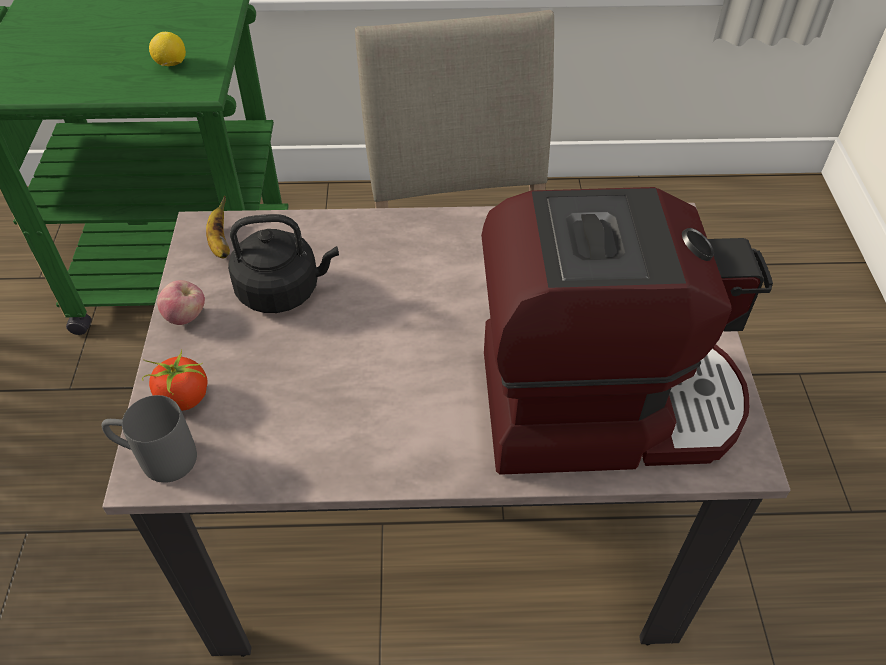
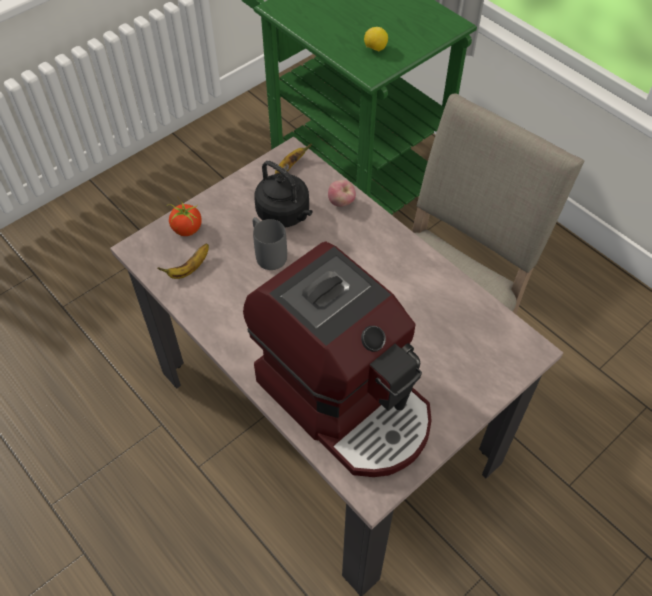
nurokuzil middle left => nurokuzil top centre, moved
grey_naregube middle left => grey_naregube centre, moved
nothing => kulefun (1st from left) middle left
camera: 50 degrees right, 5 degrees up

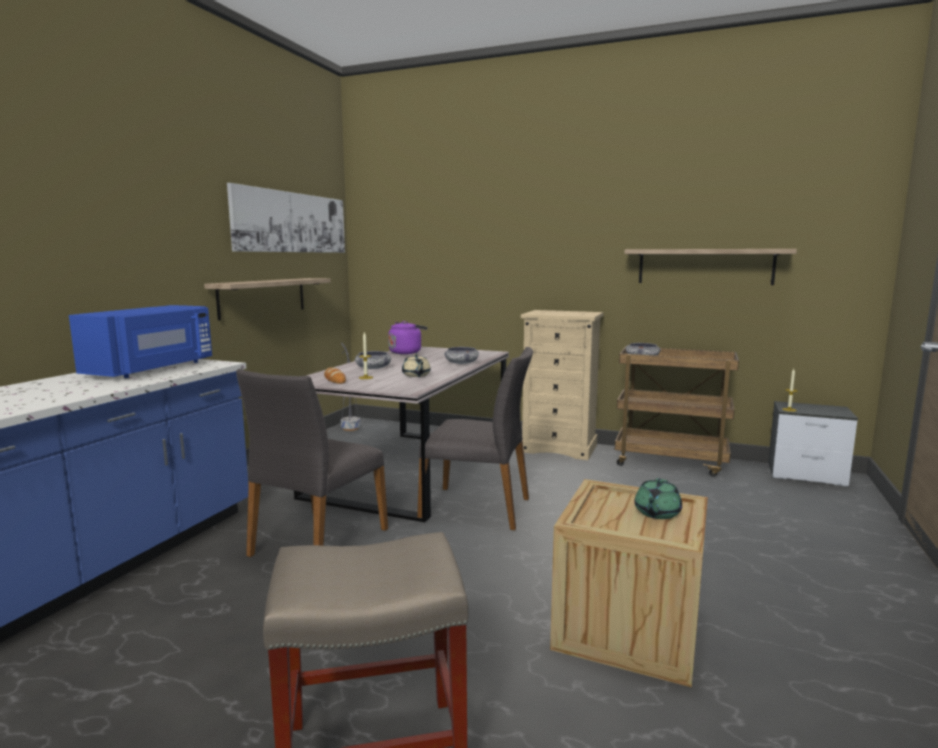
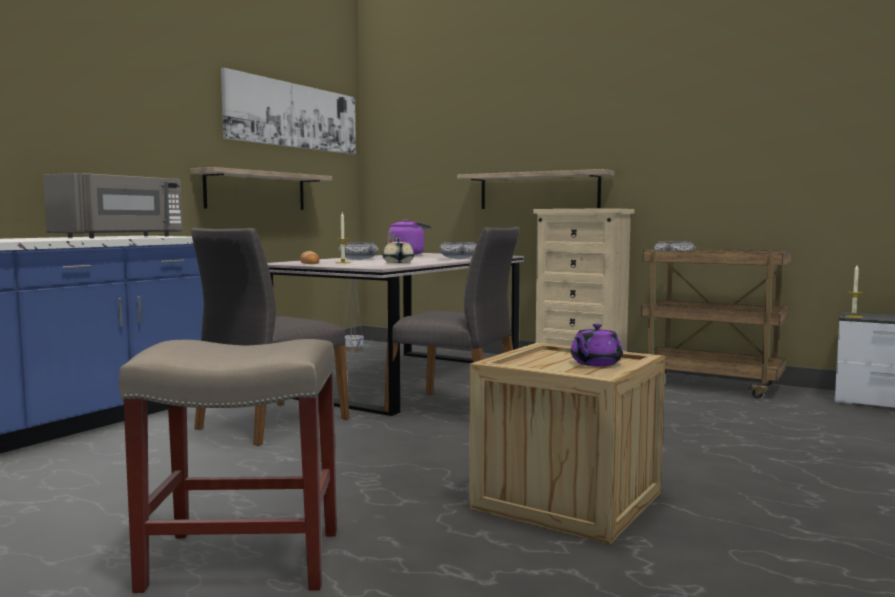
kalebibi (2nd from left) middle right => kalebibi (2nd from left) top centre, moved
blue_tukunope middle left => grey_tukunope middle left
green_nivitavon middle right => purple_nivitavon middle right
camera: 10 degrees right, 5 degrees down

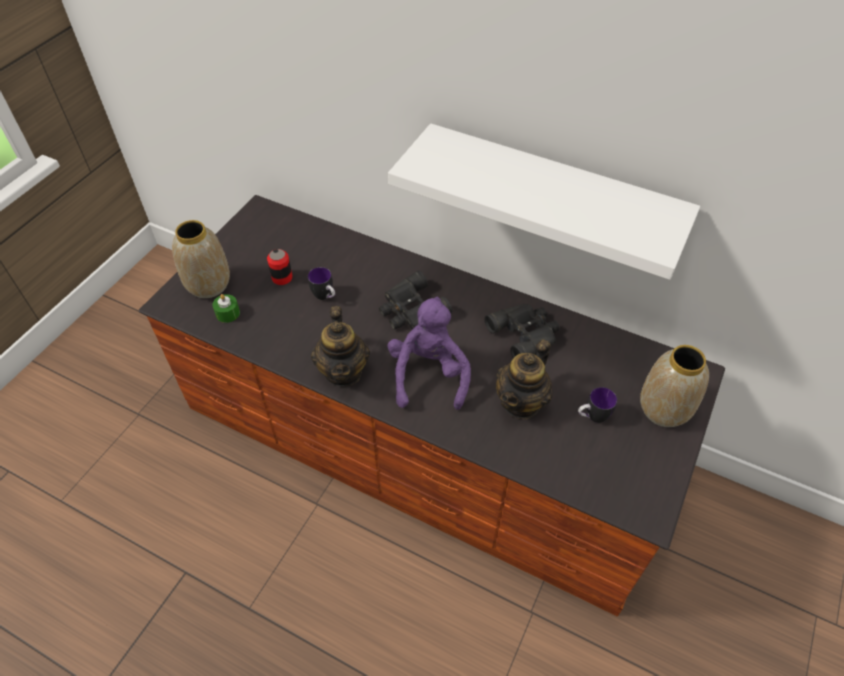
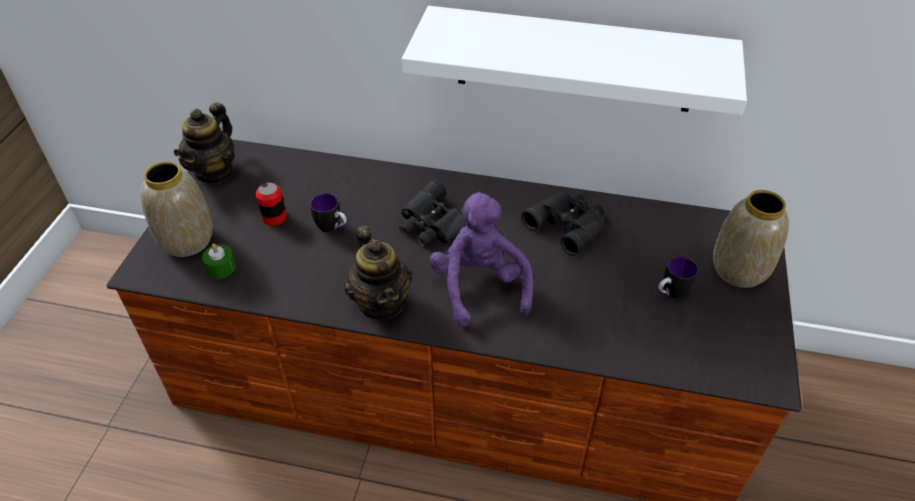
nivitavon (2nd from left in the first image) centre => nivitavon (1st from left) top left, moved
camera: 15 degrees left, 5 degrees down

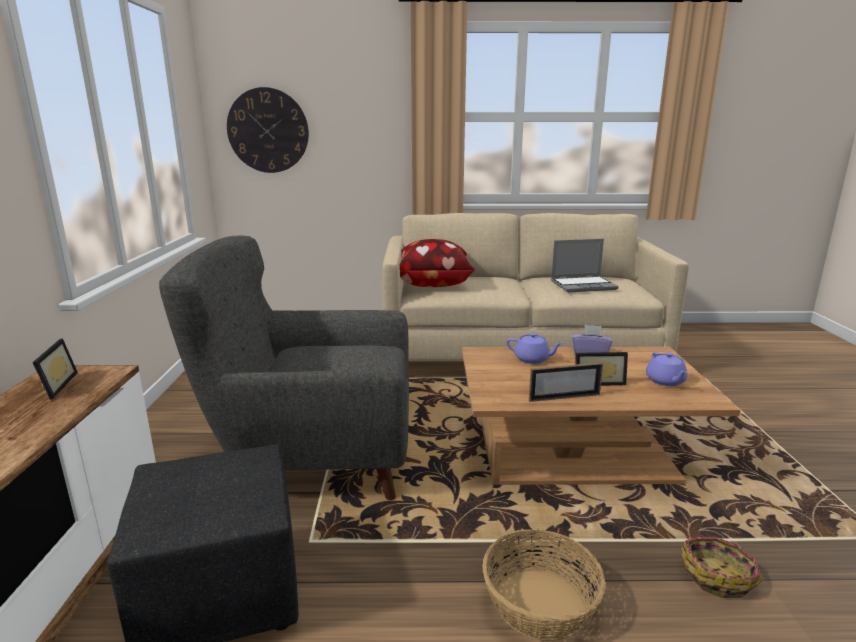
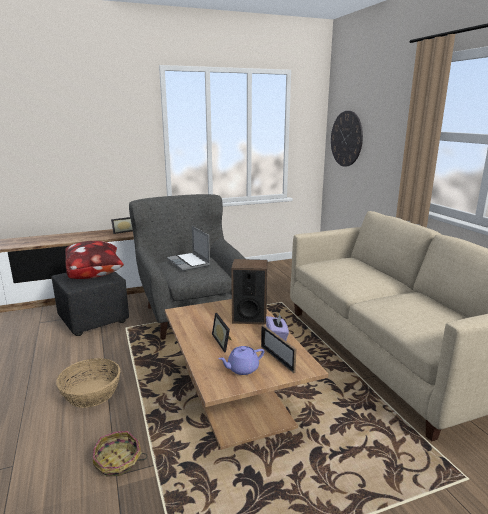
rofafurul centre => rofafurul middle left, moved
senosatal middle right => senosatal centre, moved
purple_nivitavon (1st from left) centre => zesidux centre
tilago (2nd from left in the first image) centre => tilago (3rd from left) bottom centre, moved
camera: 70 degrees right, 0 degrees up

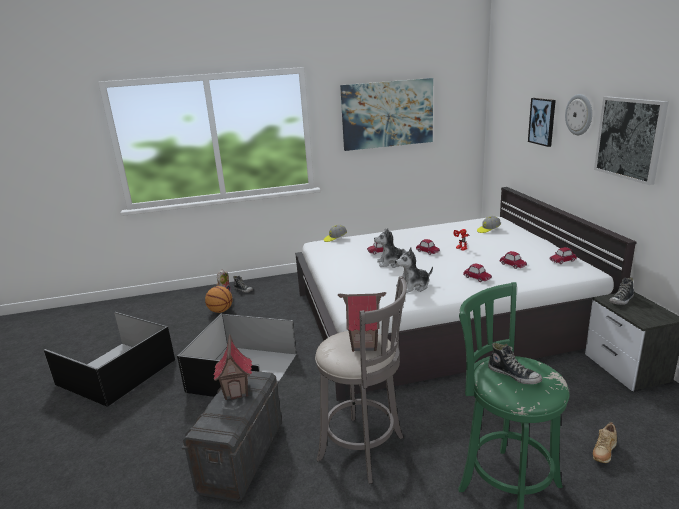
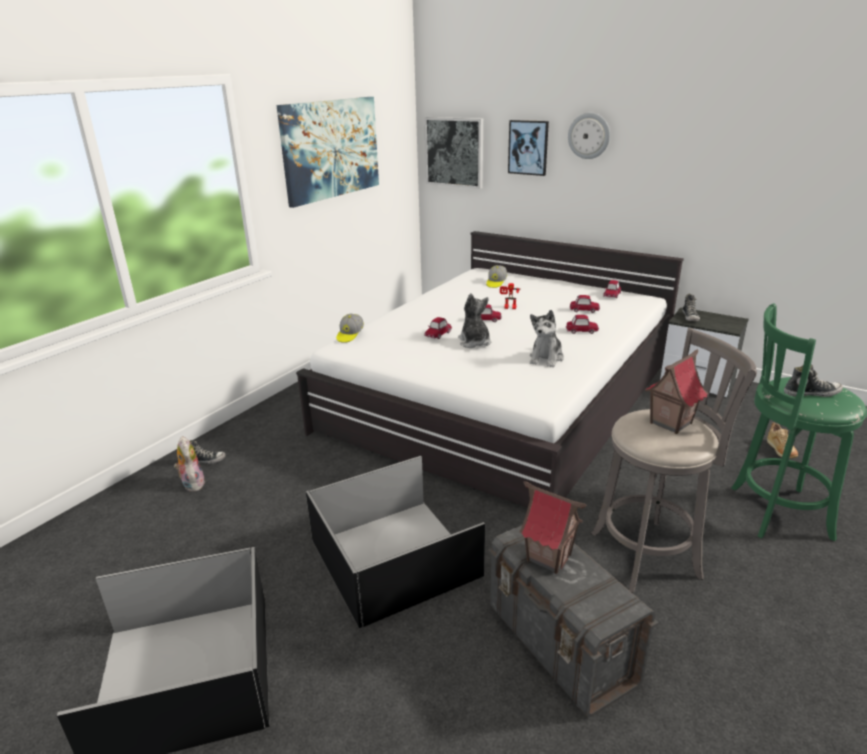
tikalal (3rd from left in the first image) top right => tikalal (2nd from left) top centre, moved
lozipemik (2nd from left) centre, 120 degrees clockwise
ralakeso middle left => nothing
camera: 45 degrees left, 5 degrees up

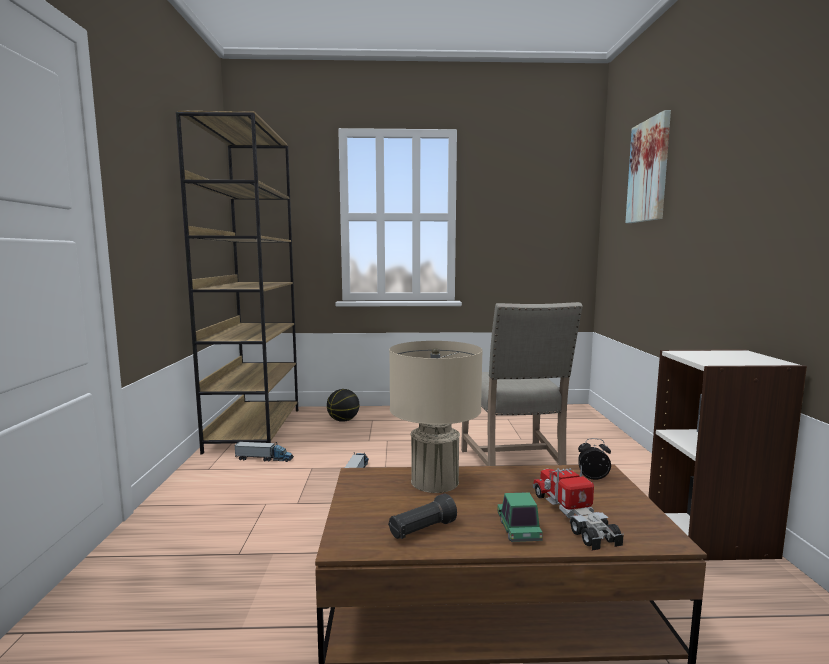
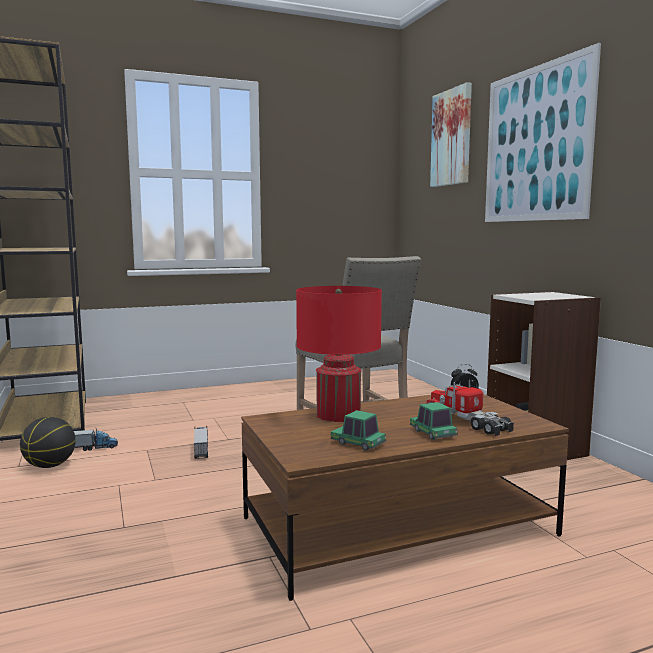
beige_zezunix centre => red_zezunix centre
ralakeso centre => ralakeso bottom left, moved
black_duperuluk bottom centre => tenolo (1st from left) centre
nothing => tikalal (2nd from left) top right
camera: 20 degrees left, 0 degrees up

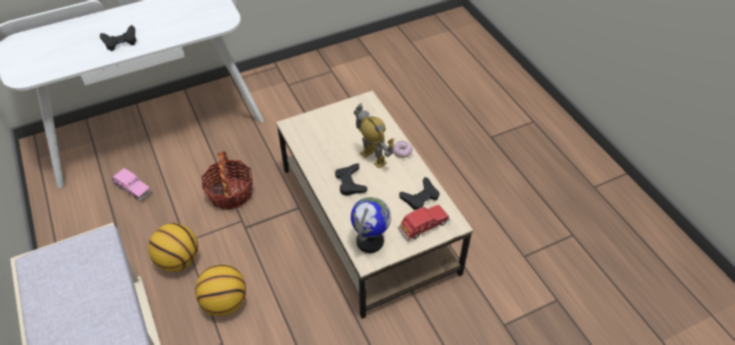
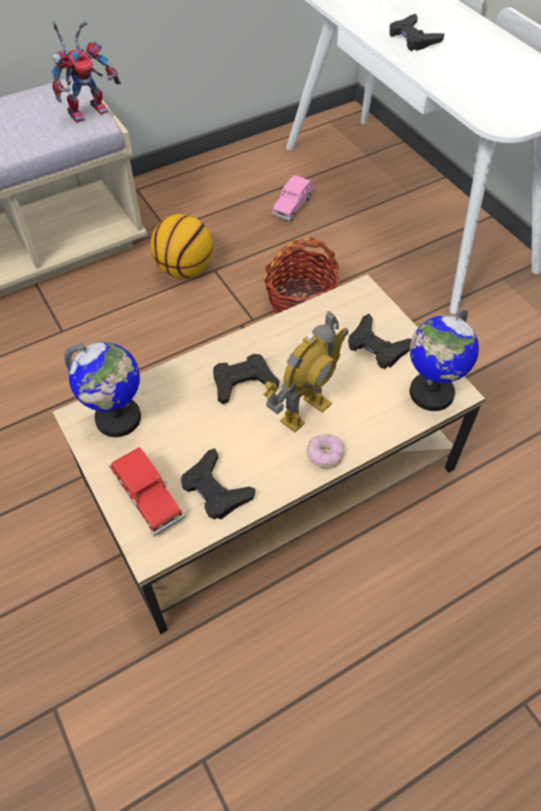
ralakeso (2nd from left) bottom left => nothing
nothing => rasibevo (1st from left) top left
nothing => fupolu (2nd from left) middle right
nothing => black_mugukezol (3rd from left) middle right
camera: 85 degrees right, 5 degrees up

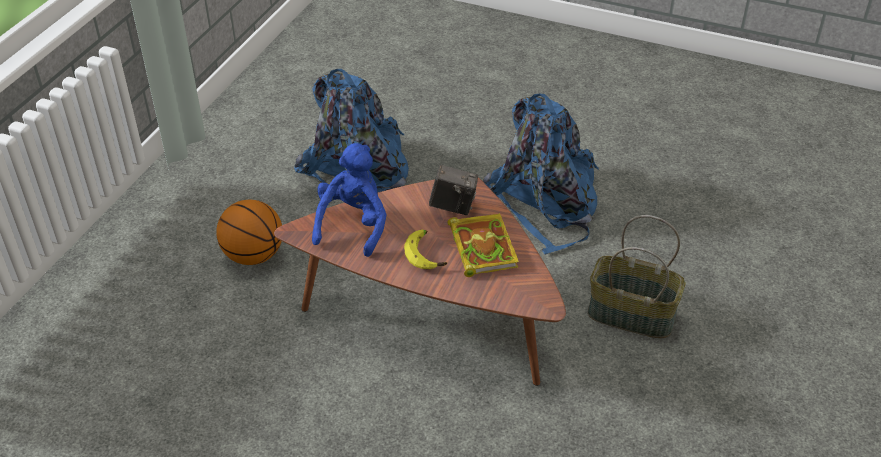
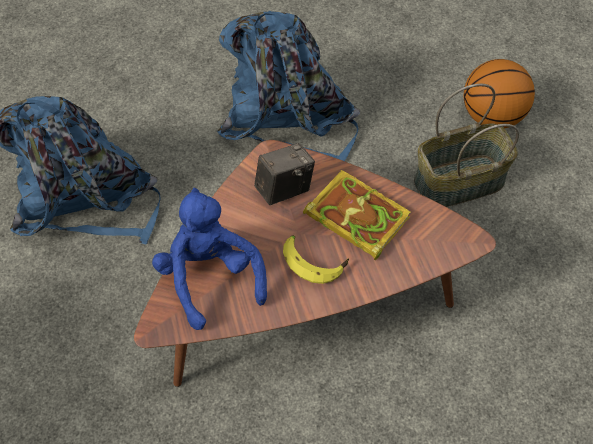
ralakeso middle left => ralakeso top right, moved
camera: 40 degrees left, 15 degrees up

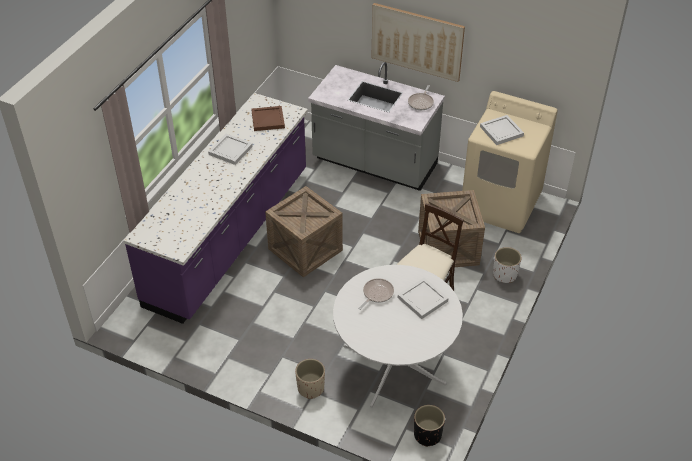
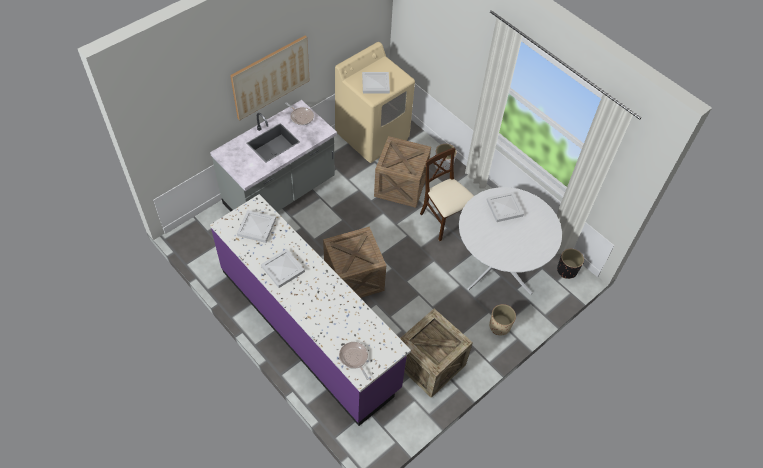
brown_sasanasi top centre => white_sasanasi (1st from left) centre
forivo (1st from left in the first image) centre => forivo (2nd from left) bottom centre, moved
nothing => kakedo (3rd from left) bottom centre
camera: 70 degrees left, 10 degrees up

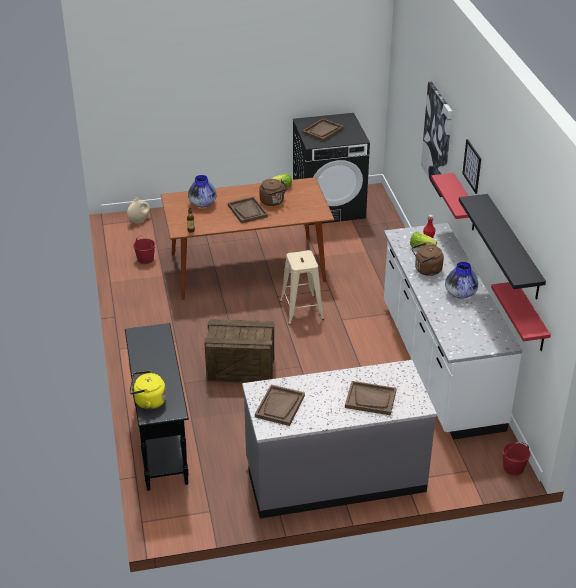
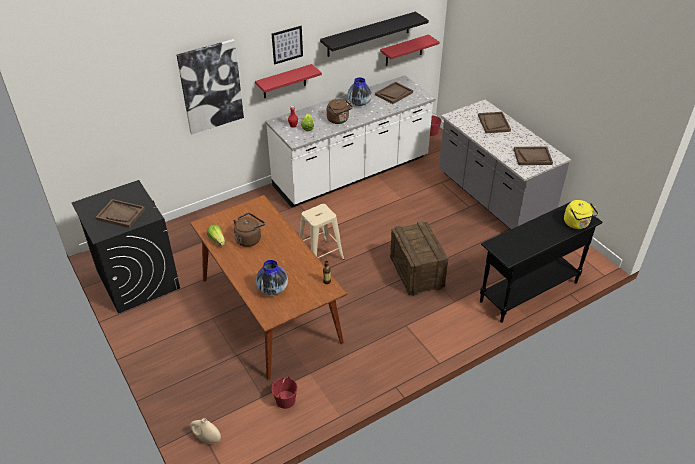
brown_sasanasi (1st from left in the first image) centre => brown_sasanasi (2nd from left) top centre, moved
camera: 110 degrees left, 5 degrees up

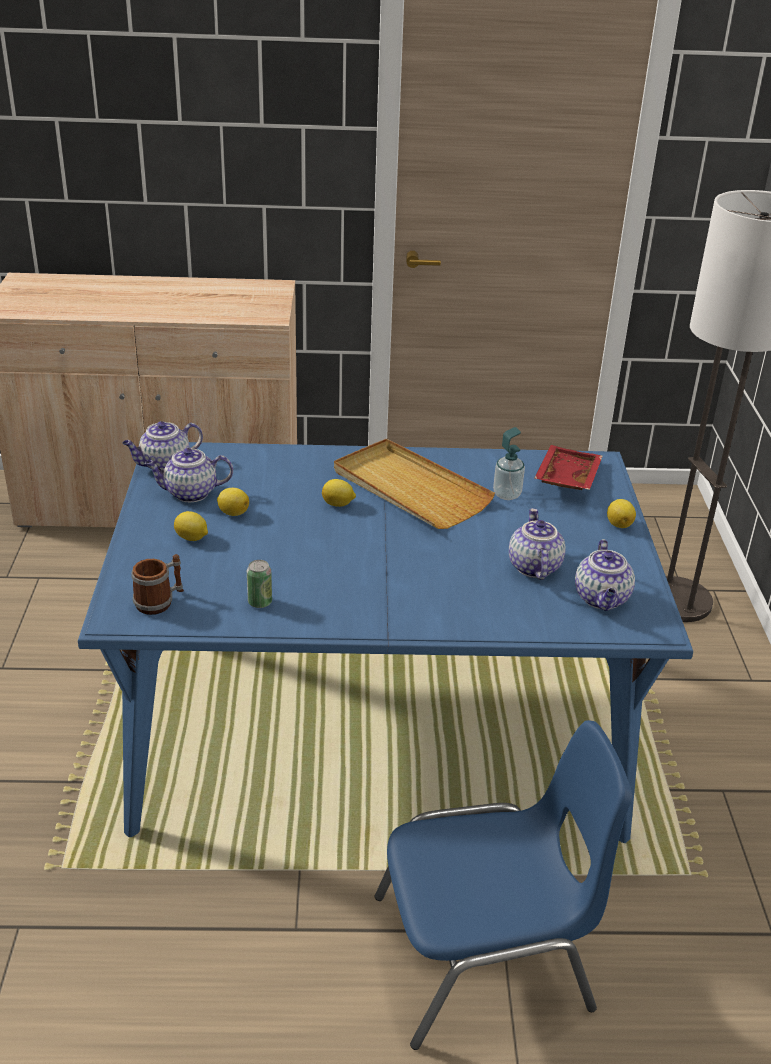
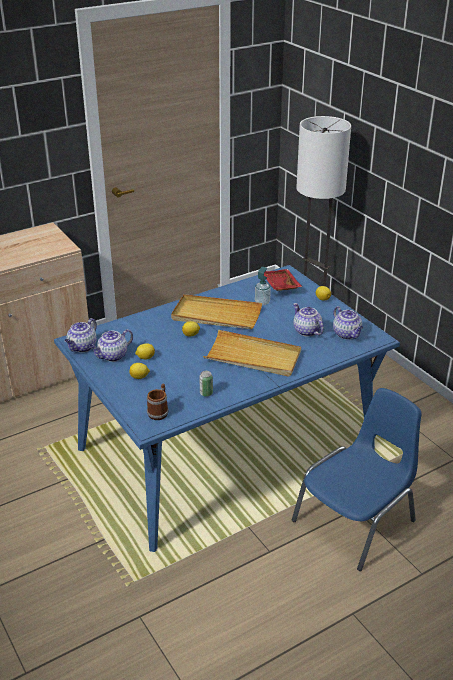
nothing => beige_sasanasi (2nd from left) centre
camera: 30 degrees left, 0 degrees up

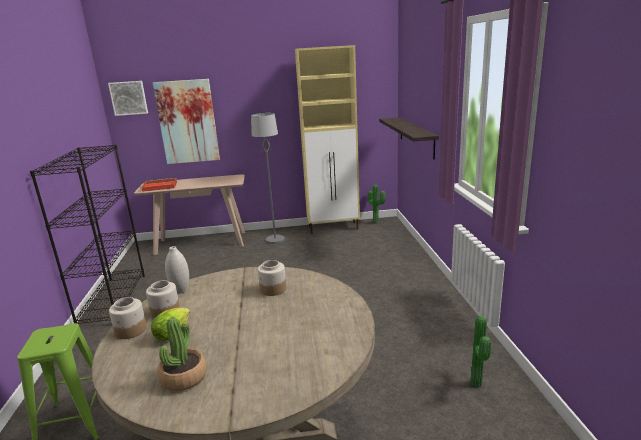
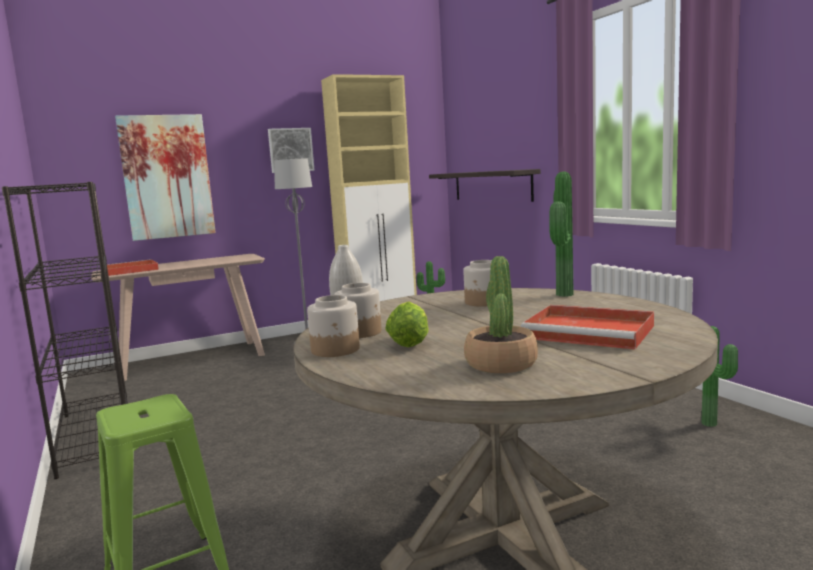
tikalal (1st from left in the first image) top left => tikalal (2nd from left) top centre, moved
nothing => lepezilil (3rd from left) middle right
nothing => red_sasanasi (2nd from left) middle right
camera: 20 degrees left, 10 degrees down

